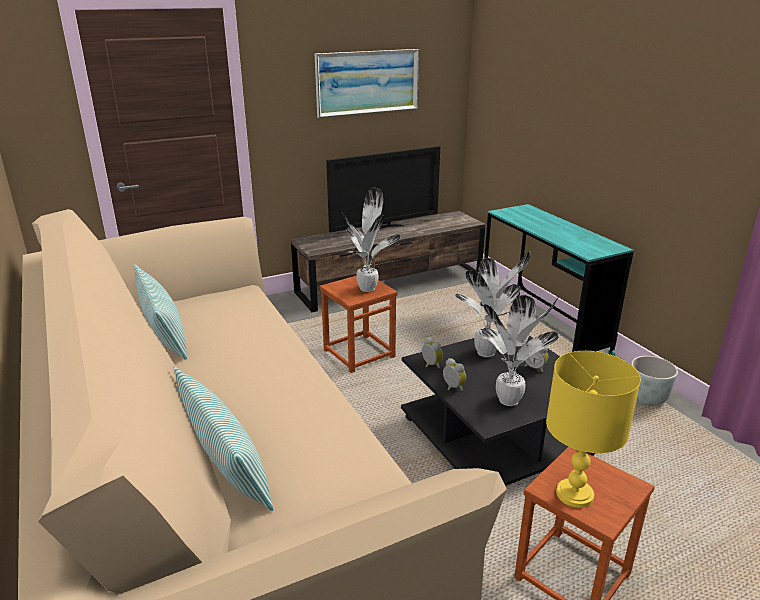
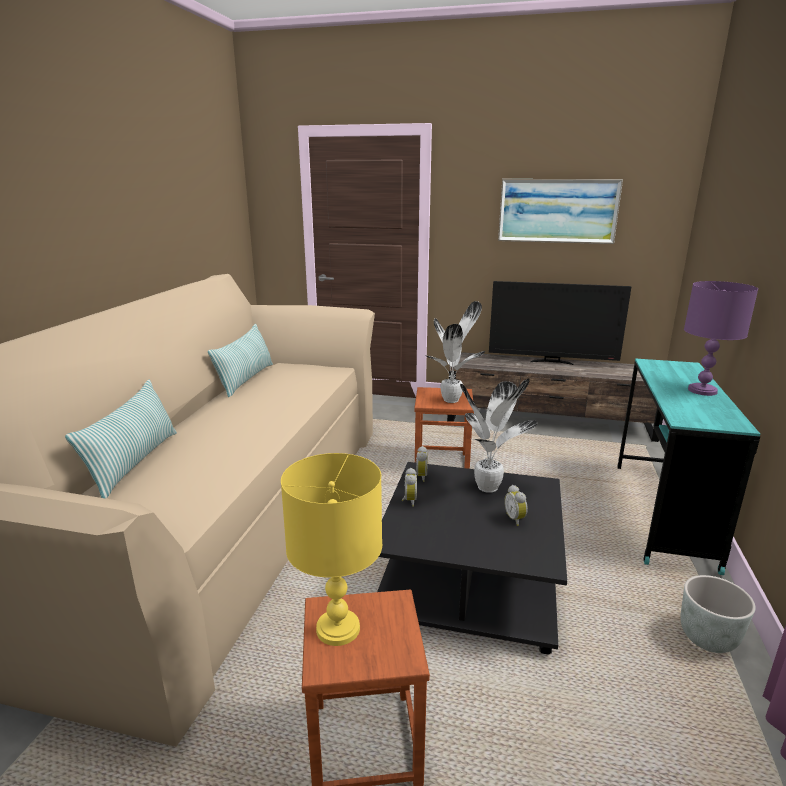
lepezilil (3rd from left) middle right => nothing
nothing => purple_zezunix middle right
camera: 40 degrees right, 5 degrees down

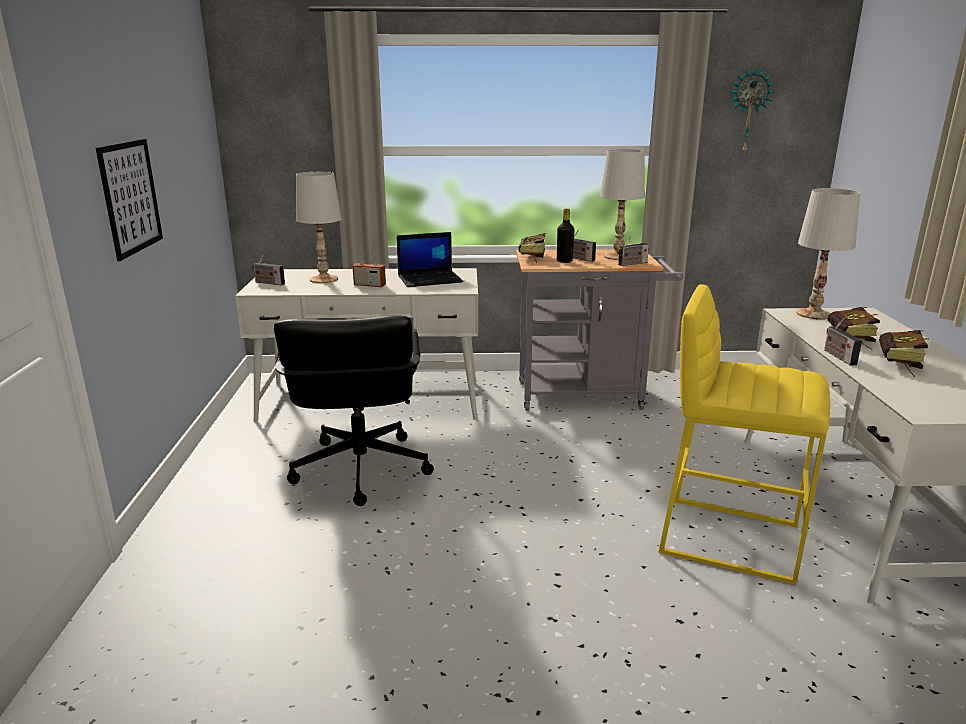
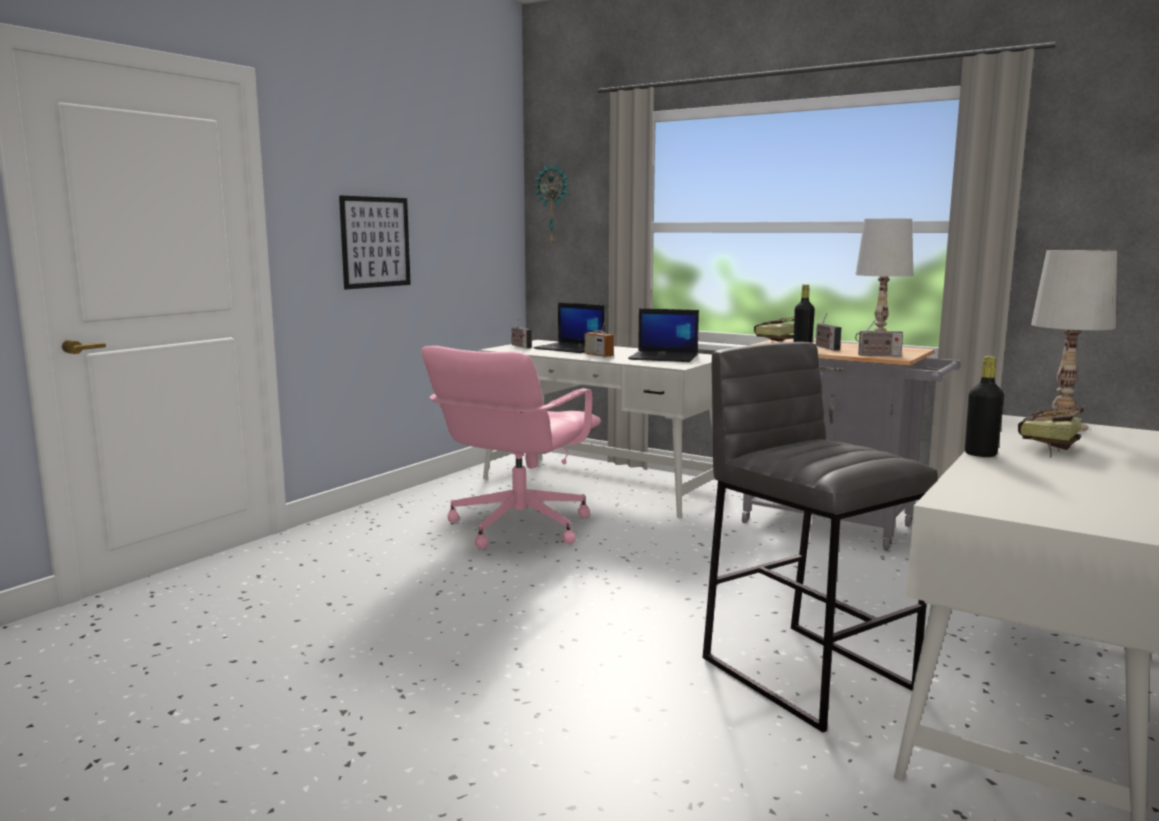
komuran top right => komuran top centre, moved
white_zezunix (1st from left) top left => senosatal (1st from left) centre
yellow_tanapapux middle right => grey_tanapapux middle right
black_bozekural centre => pink_bozekural centre
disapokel (5th from left) middle right => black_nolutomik (2nd from left) middle right
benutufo (3rd from left) middle right => nothing
camera: 35 degrees right, 10 degrees down

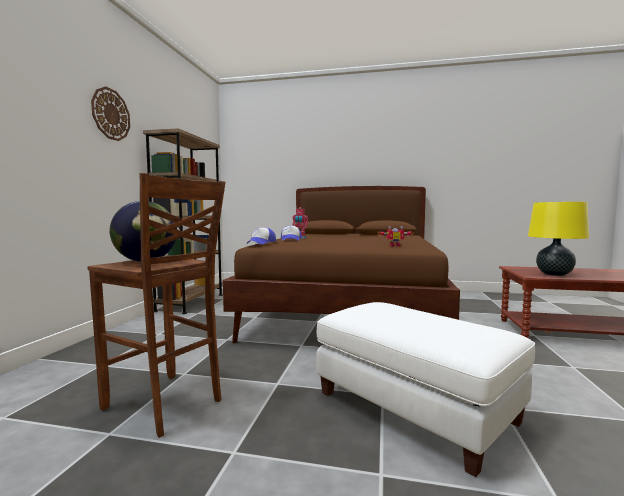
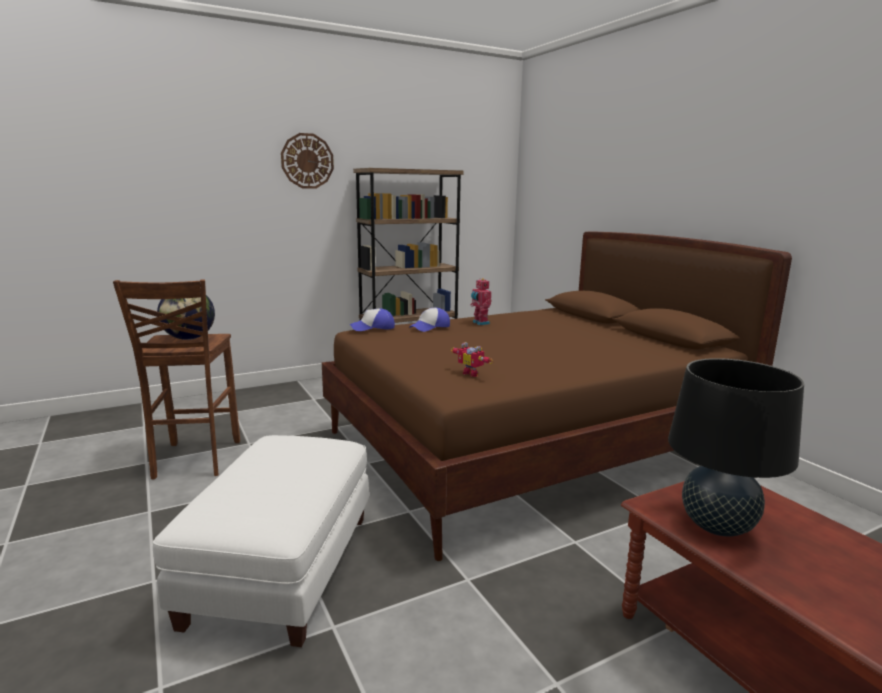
yellow_zezunix middle right => black_zezunix middle right
camera: 50 degrees right, 10 degrees up

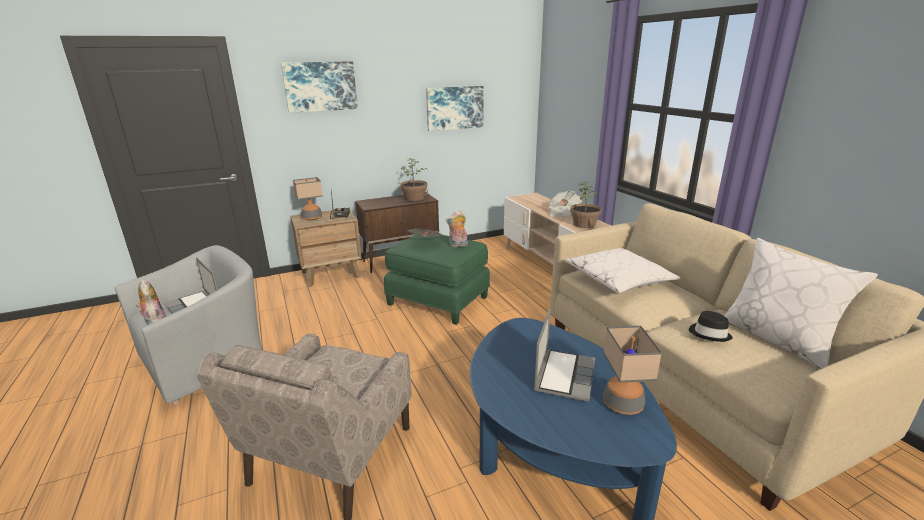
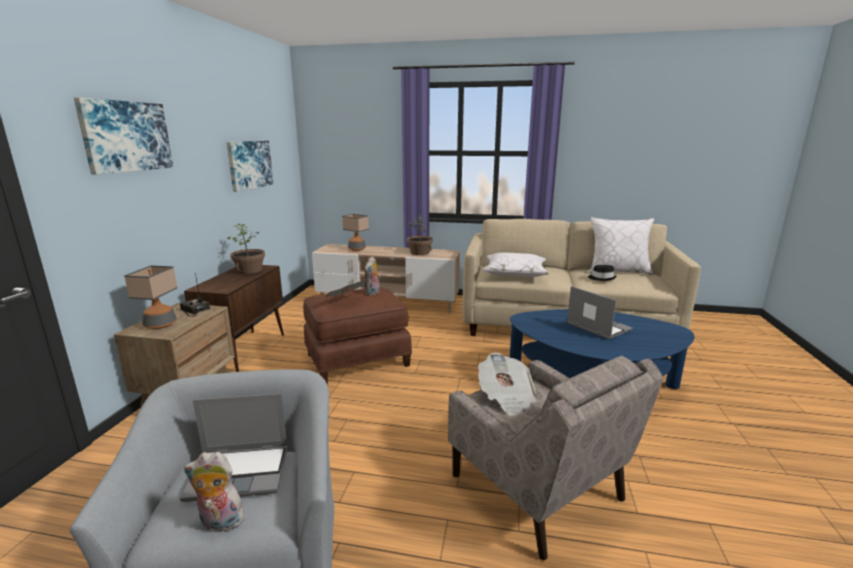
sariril (2nd from left) centre => sariril (2nd from left) bottom centre, moved
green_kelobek centre => brown_kelobek centre
zezunix (2nd from left) bottom right => zezunix (2nd from left) centre, moved
camera: 55 degrees left, 5 degrees down

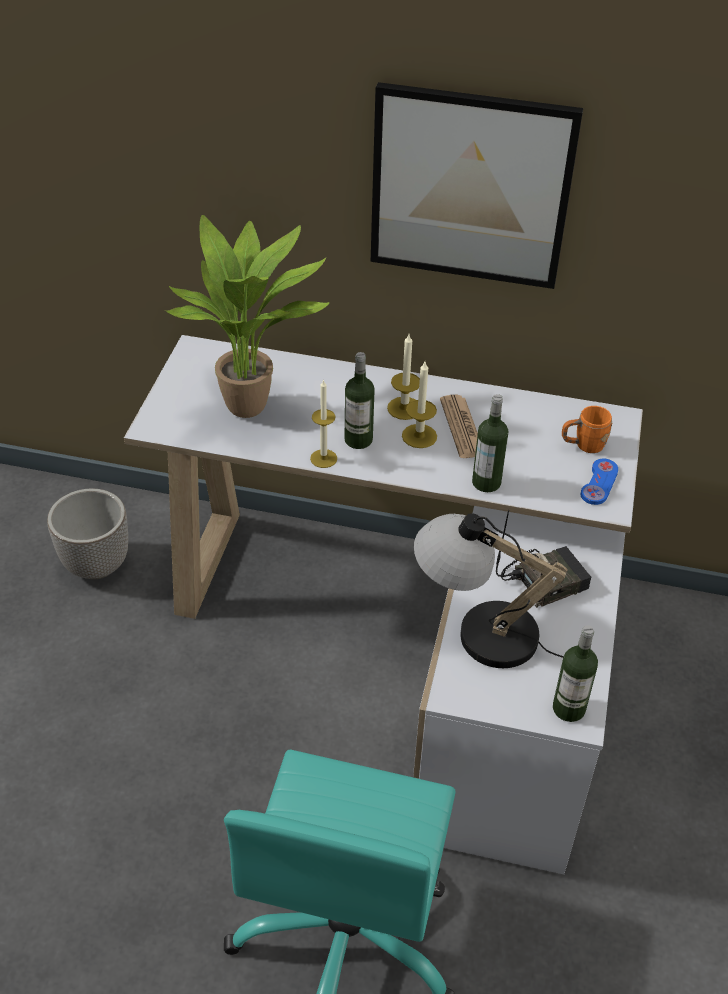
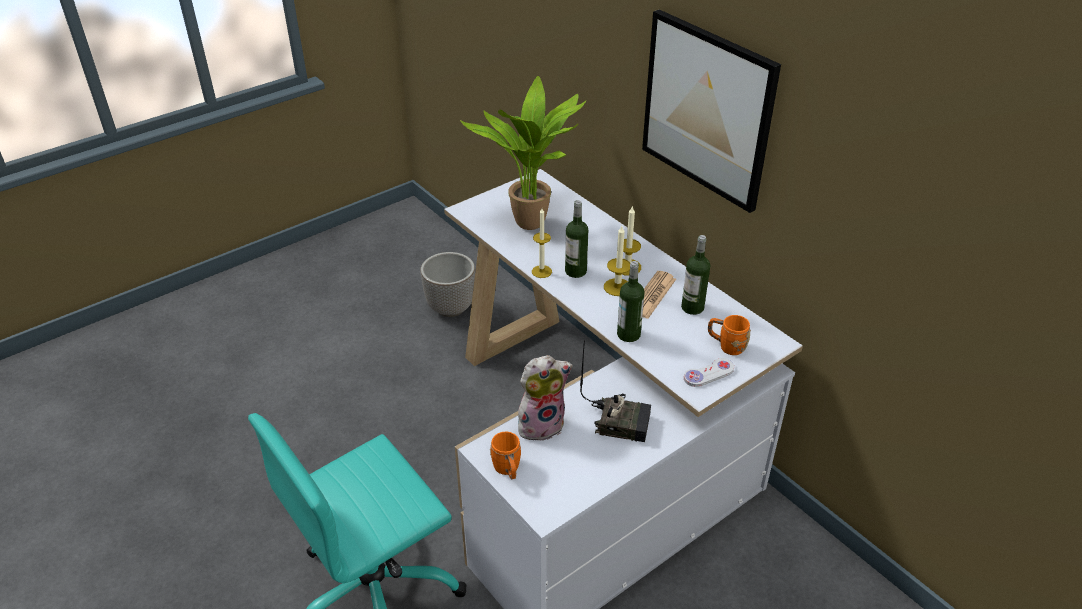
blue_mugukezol middle right => white_mugukezol centre
zezunix middle right => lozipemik centre
nolutomik (3rd from left) bottom right => nolutomik (3rd from left) centre, moved
nothing => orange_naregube (1st from left) bottom centre
camera: 40 degrees right, 5 degrees down

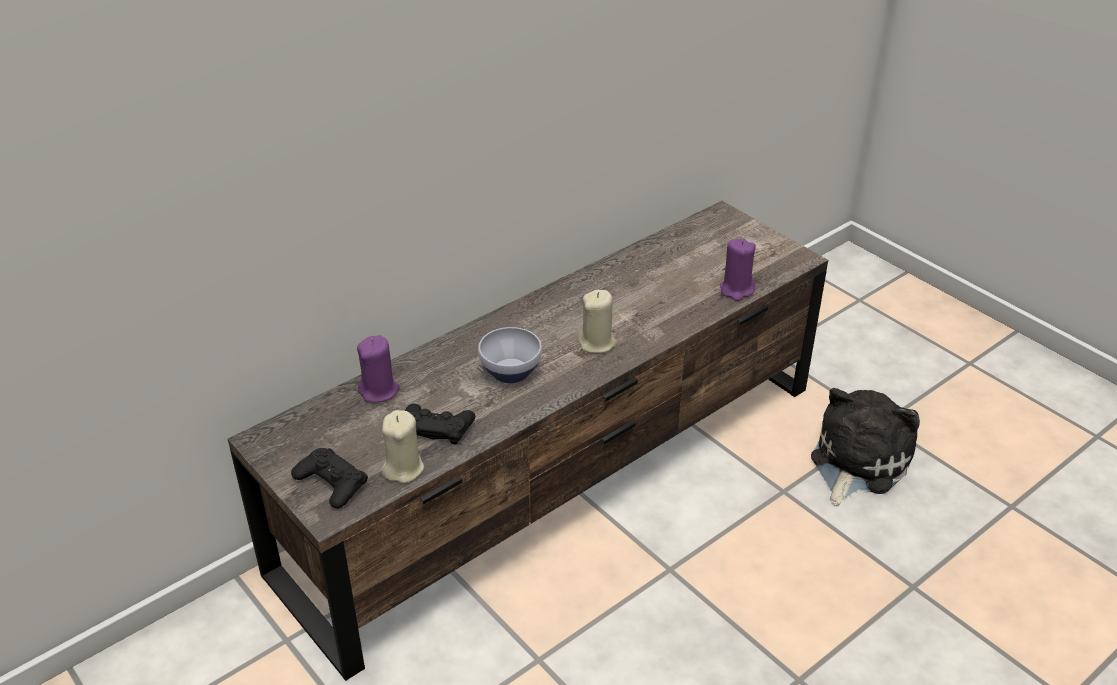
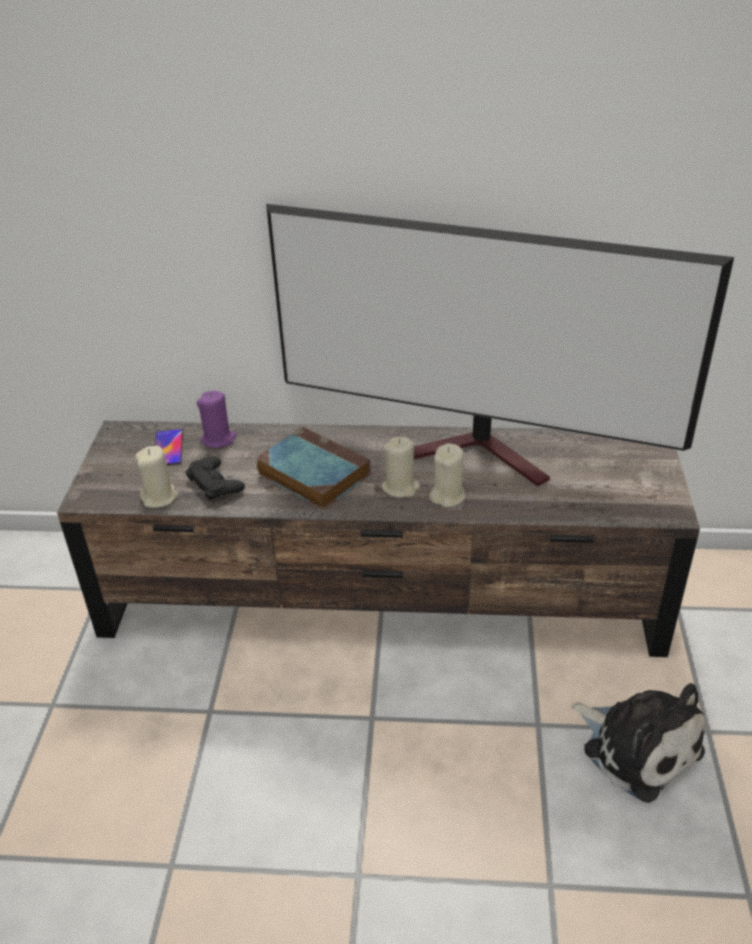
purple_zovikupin (2nd from left) centre => nothing
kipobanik centre => benutufo centre
lozipemik middle right => lozipemik bottom right, 60 degrees clockwise
black_mugukezol (1st from left) bottom left => nothing
nothing => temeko centre
nothing => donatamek middle left
nothing => beige_zovikupin (3rd from left) centre
camera: 45 degrees right, 0 degrees up

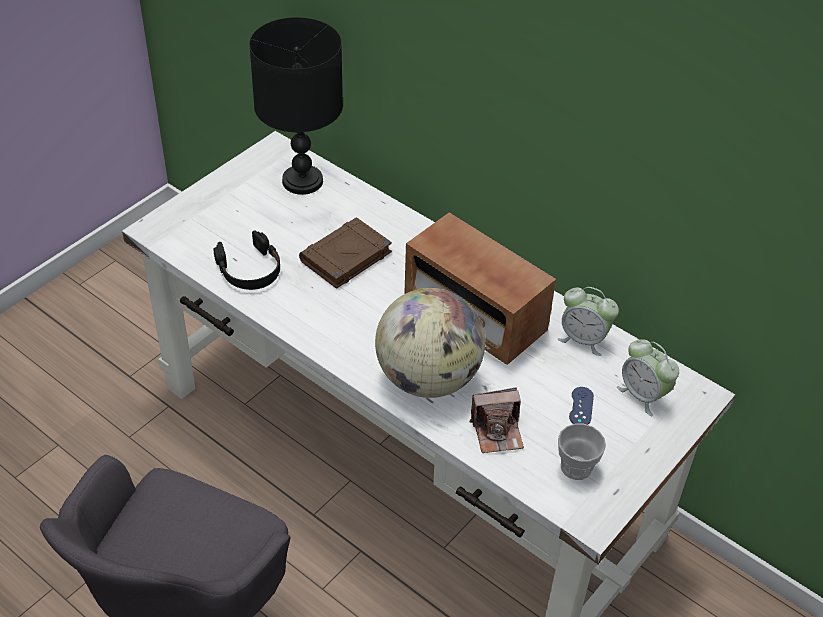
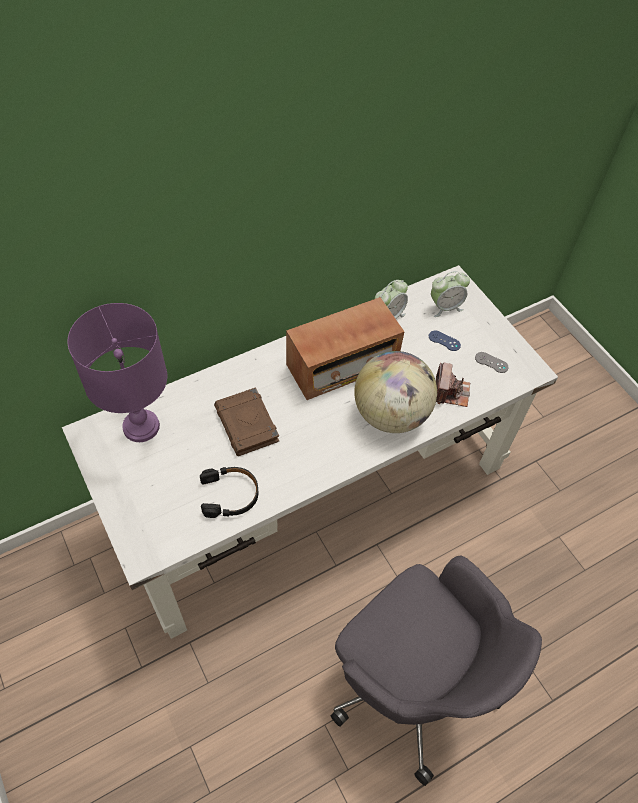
black_zezunix top centre => purple_zezunix middle left
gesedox bottom right => grey_mugukezol middle right
camera: 70 degrees left, 10 degrees up

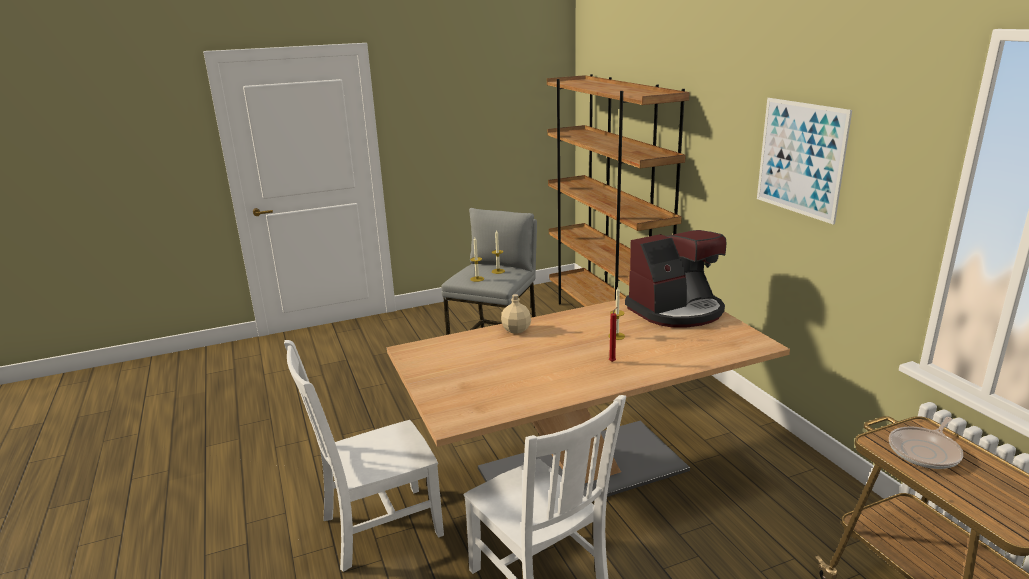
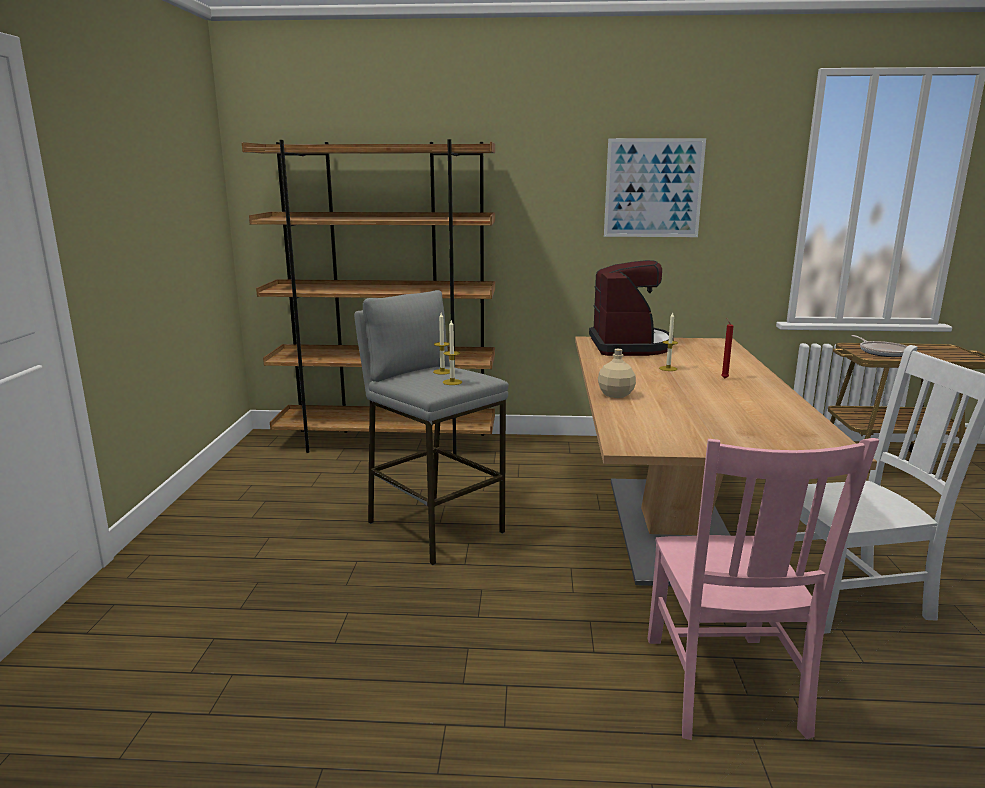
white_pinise (1st from left) bottom centre => pink_pinise bottom right
camera: 65 degrees left, 5 degrees down

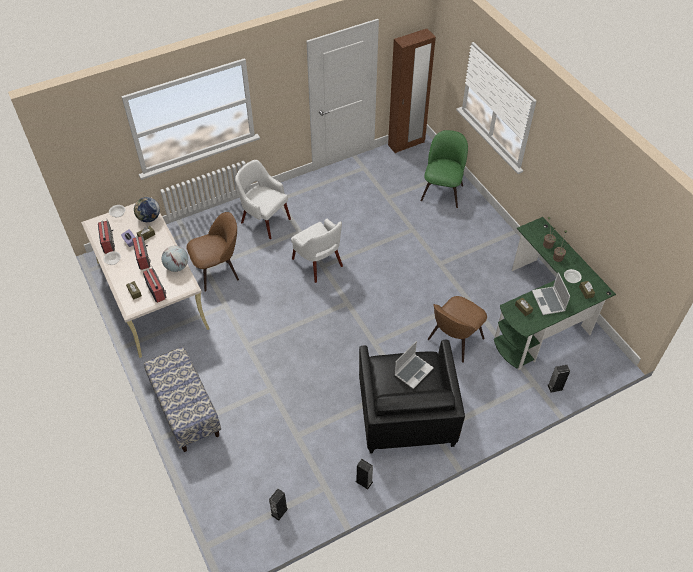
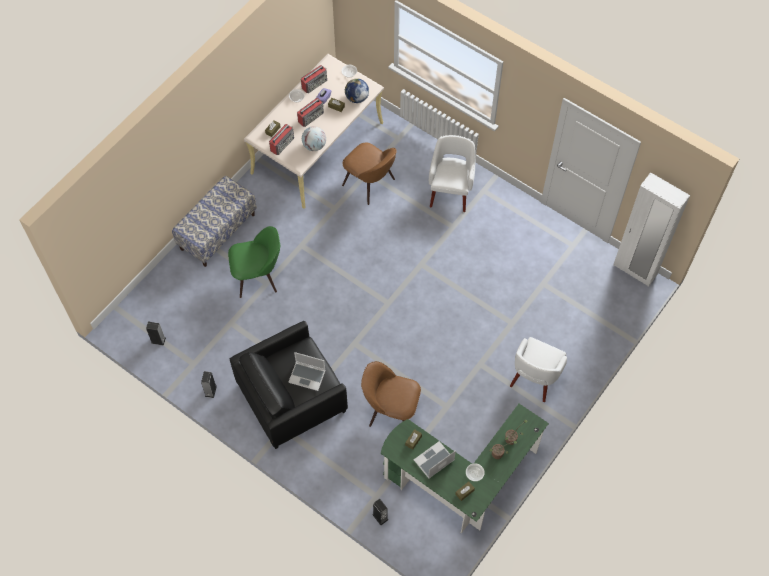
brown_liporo top centre => white_liporo middle right
green_pinise top centre => green_pinise middle left, moved
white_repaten (2nd from left) centre => white_repaten (2nd from left) middle right, moved
camera: 65 degrees right, 10 degrees up

